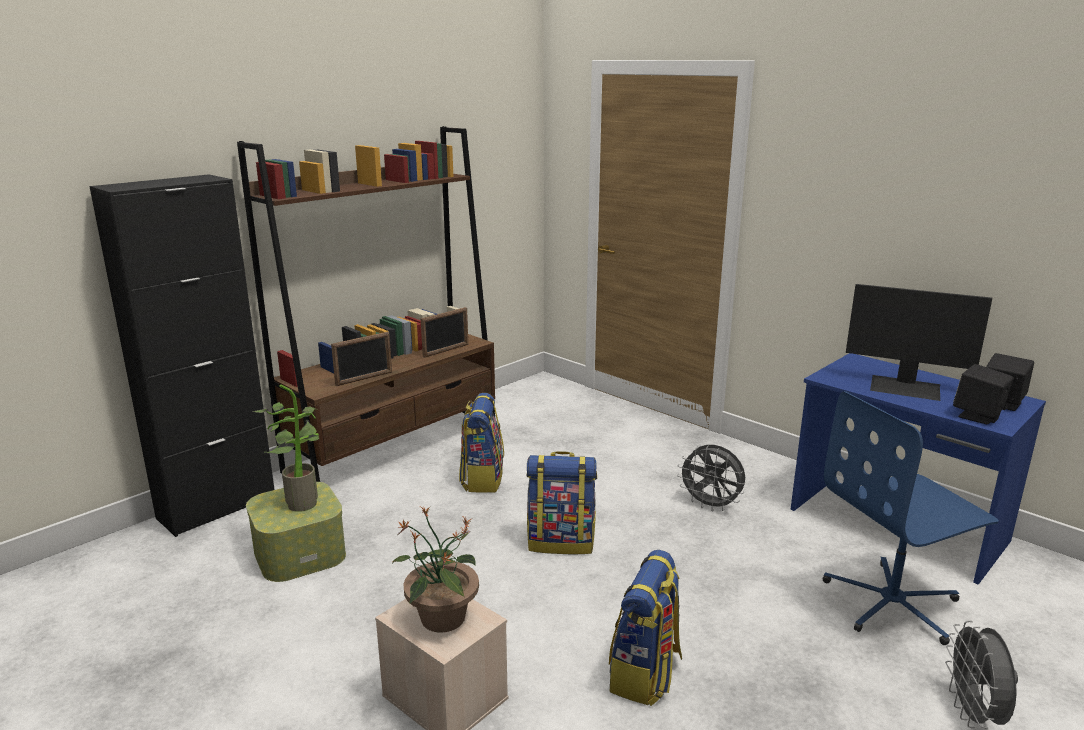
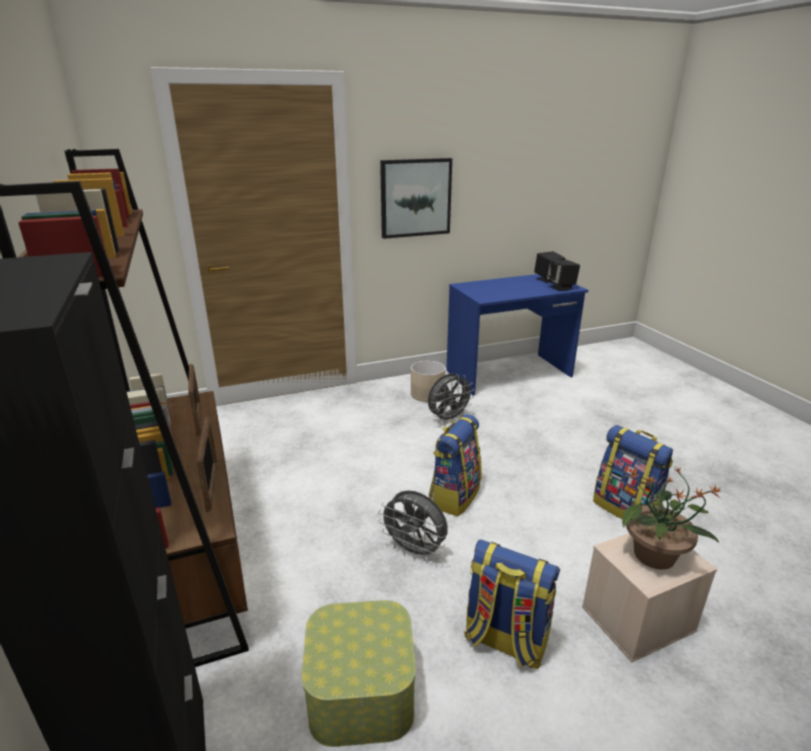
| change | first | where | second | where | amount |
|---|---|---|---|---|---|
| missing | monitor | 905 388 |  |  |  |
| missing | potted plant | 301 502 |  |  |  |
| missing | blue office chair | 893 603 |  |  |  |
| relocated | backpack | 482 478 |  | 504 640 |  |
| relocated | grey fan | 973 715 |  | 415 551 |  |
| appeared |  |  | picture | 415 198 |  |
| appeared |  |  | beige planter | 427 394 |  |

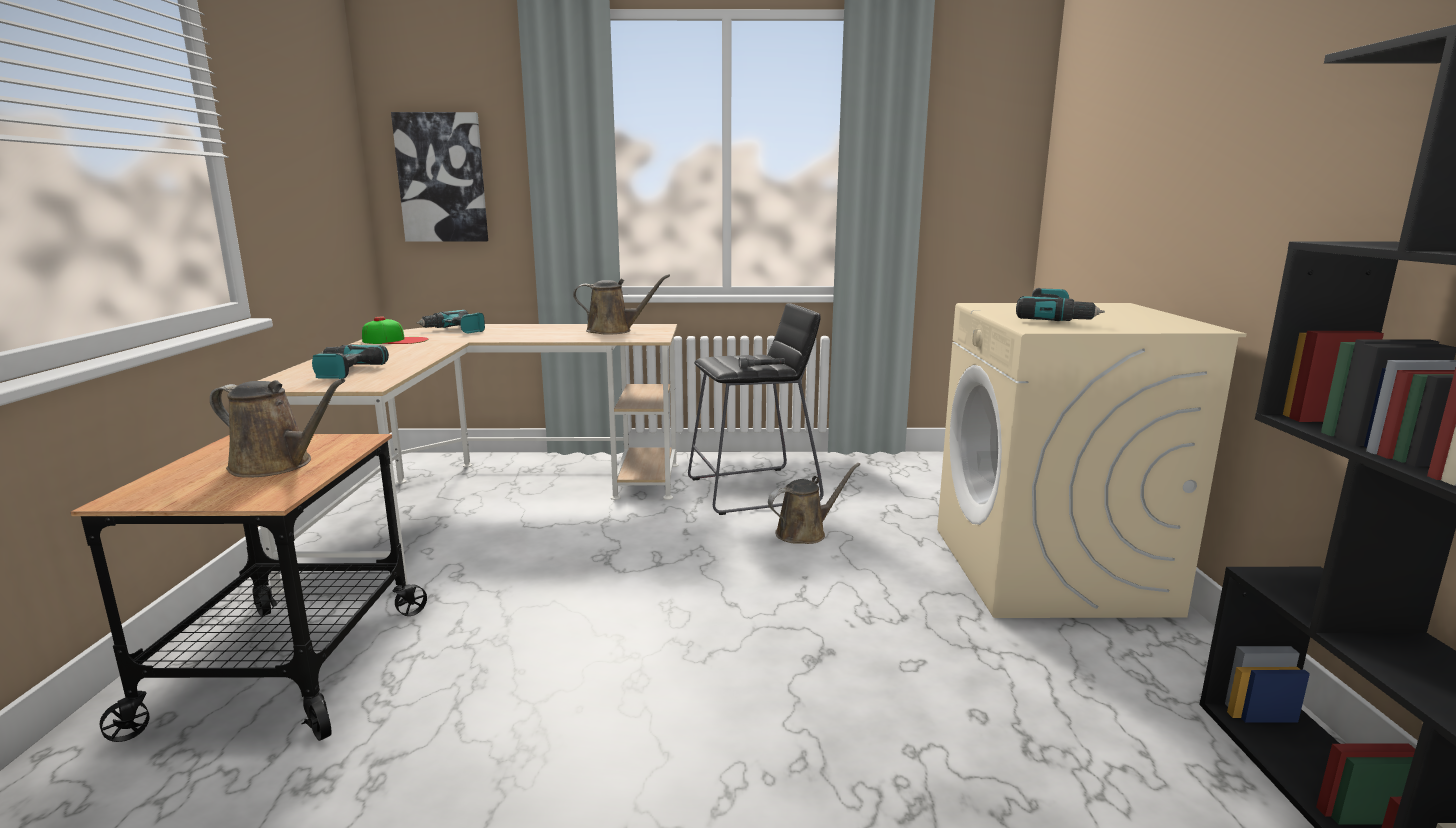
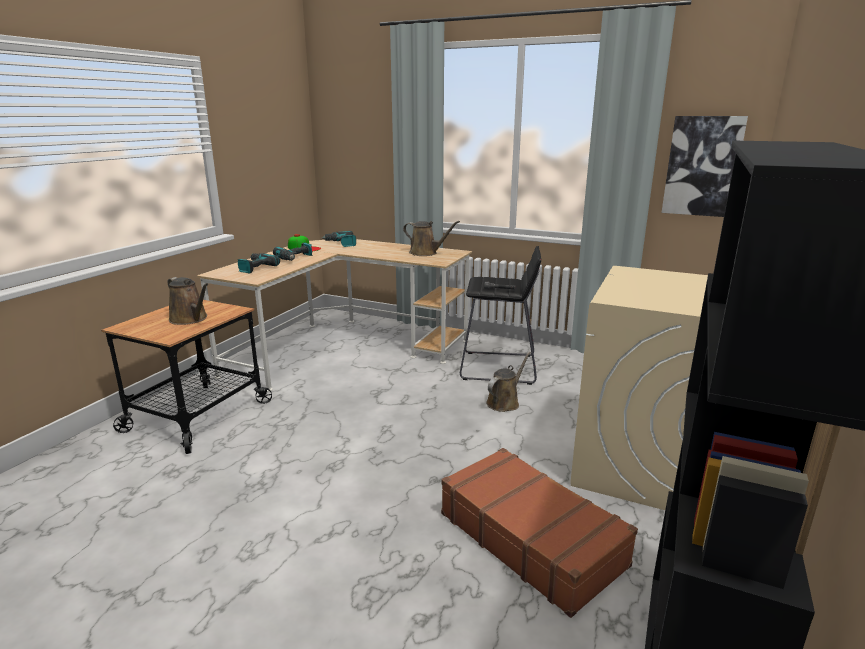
| change | first | where | second | where | amount |
|---|---|---|---|---|---|
| relocated | picture | 442 178 |  | 702 166 |  |
| relocated | power drill | 1056 319 |  | 296 258 |  |
| spun | brown watering can | 805 532 |  | 504 402 | 45 degrees counterclockwise |
| appeared |  |  | brown suitcase | 531 538 |  |

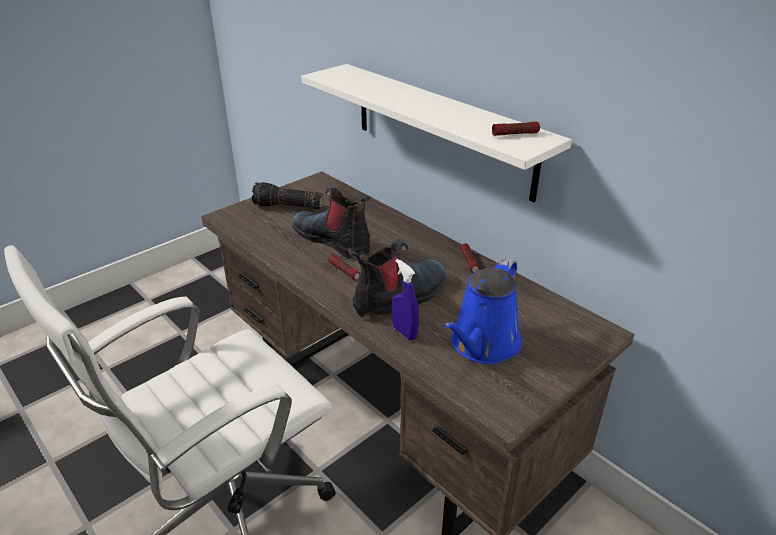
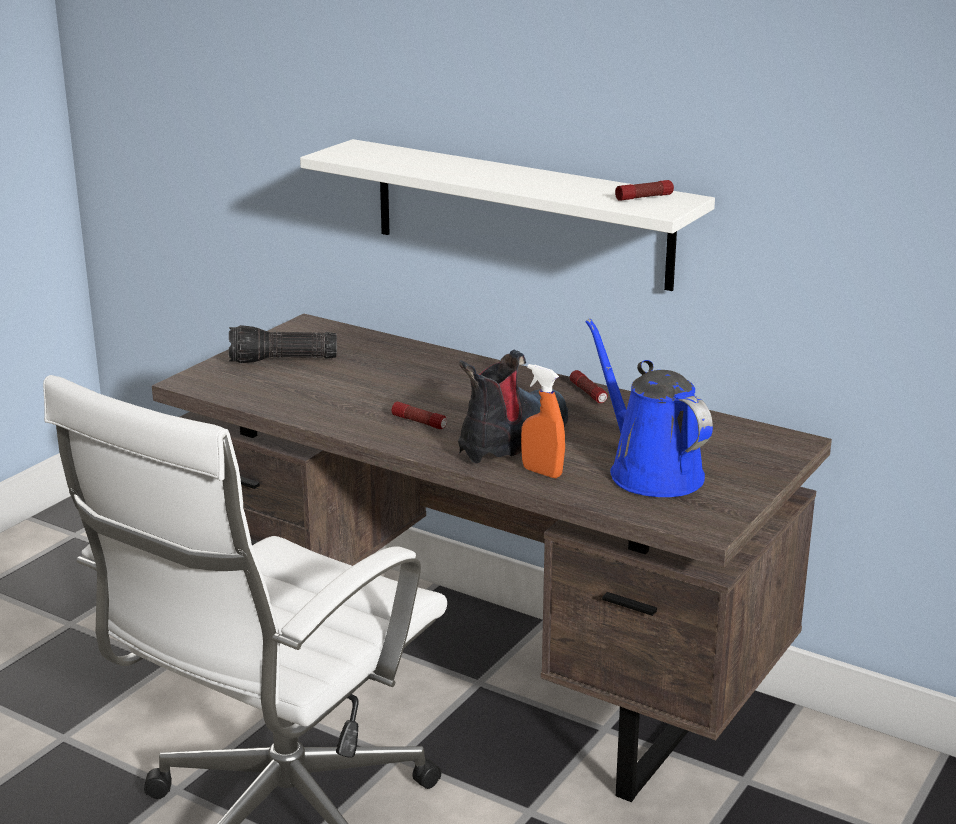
| change | first | where | second | where | amount |
|---|---|---|---|---|---|
| missing | boot | 333 240 |  |  |  |
| spun | blue watering can | 482 345 |  | 650 471 | 135 degrees clockwise |
| colour | blue spray bottle | 404 332 | orange spray bottle | 542 472 |  |

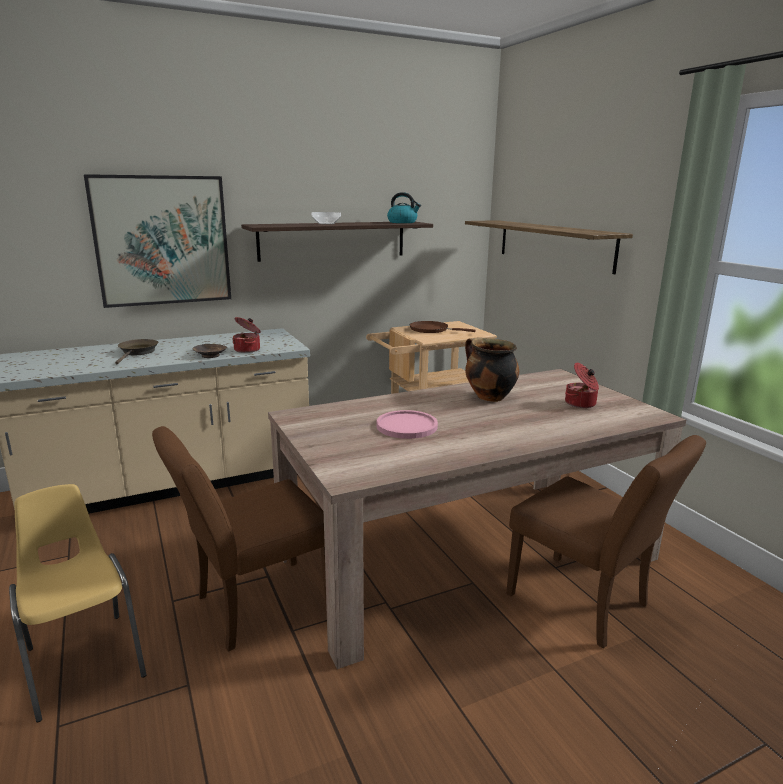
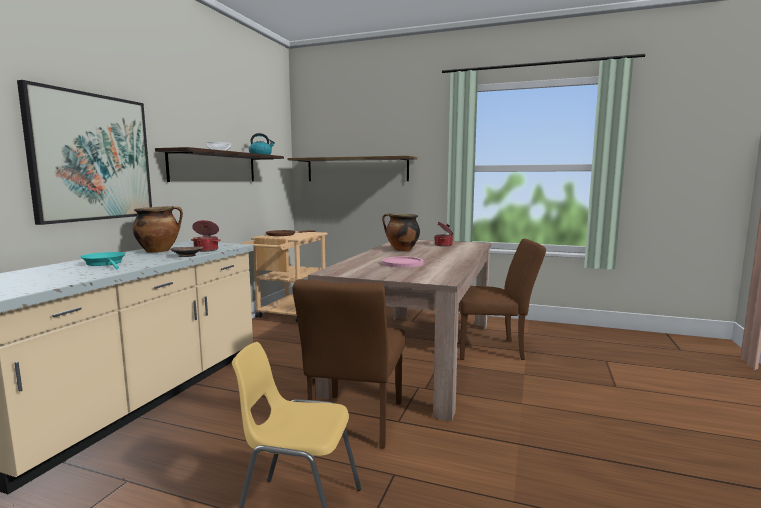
| change | first | where | second | where | amount |
|---|---|---|---|---|---|
| colour | brown frying pan | 138 352 | turquoise frying pan | 105 263 |  |
| appeared |  |  | cooking pot | 159 251 |  |

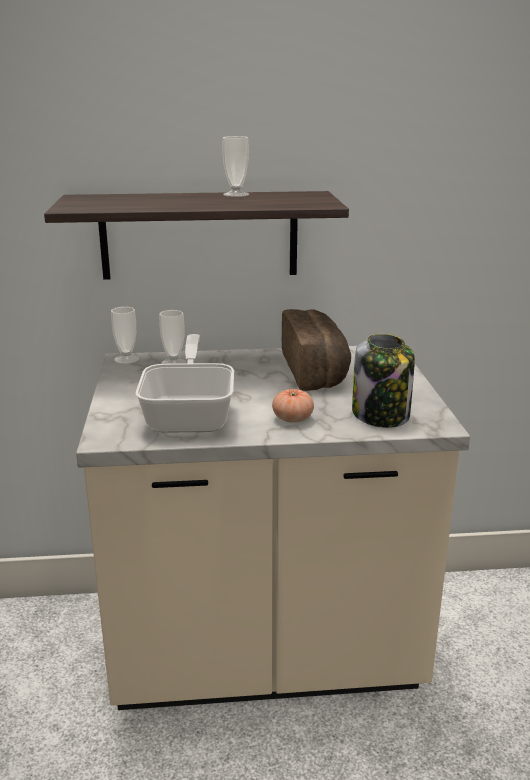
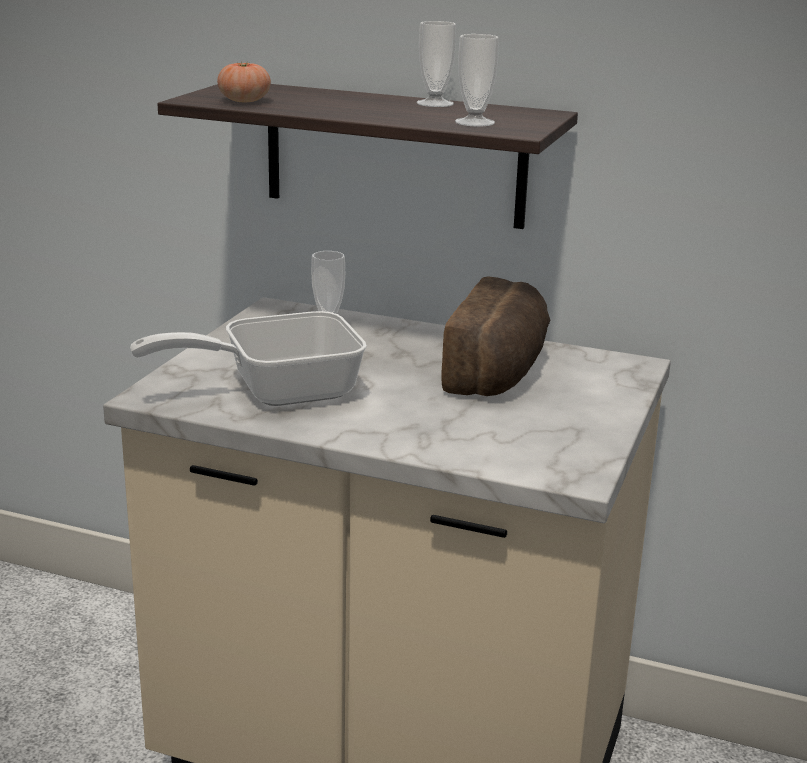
| change | first | where | second | where | amount |
|---|---|---|---|---|---|
| relocated | cup | 126 359 |  | 474 122 |  |
| spun | frying pan | 191 414 |  | 275 390 | 135 degrees counterclockwise |
| missing | jar | 381 415 |  |  |  |
| relocated | tomato | 292 419 |  | 244 101 |  |

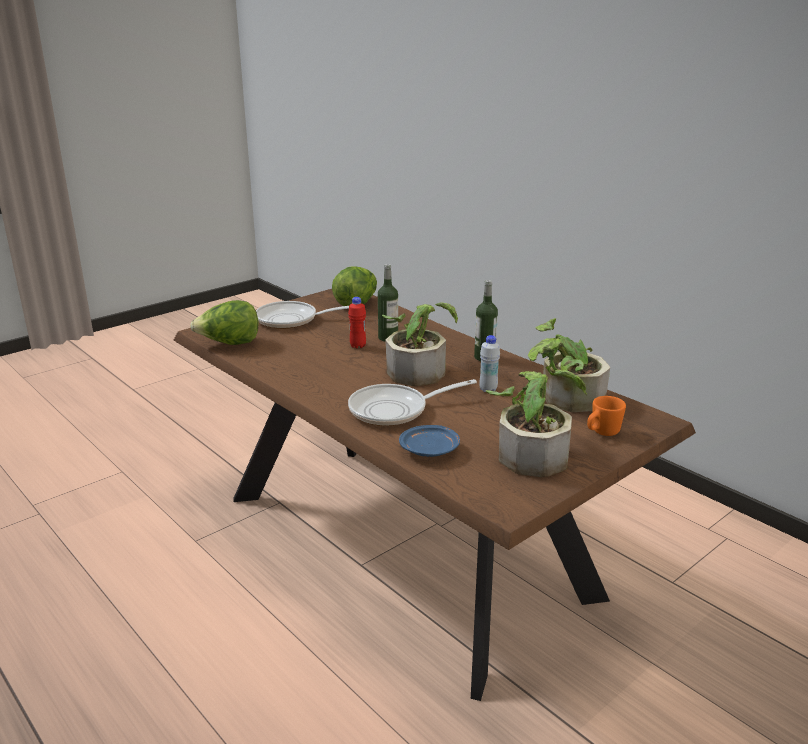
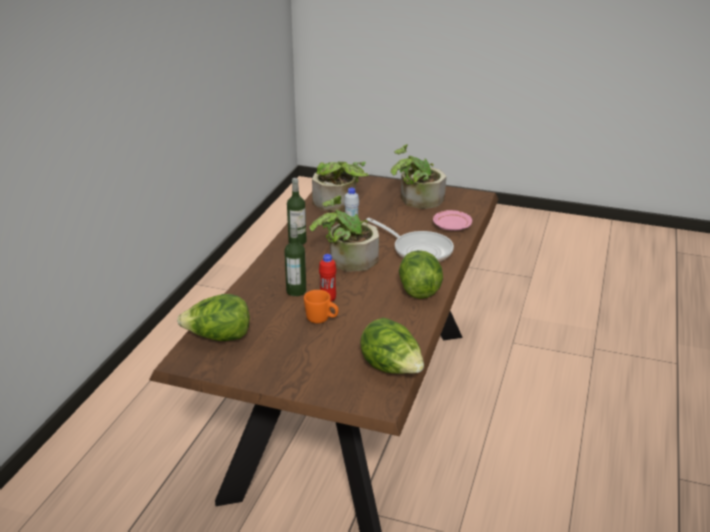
| change | first | where | second | where | amount |
|---|---|---|---|---|---|
| missing | frying pan | 292 320 |  |  |  |
| relocated | orange mug | 602 433 |  | 322 320 |  |
| colour | blue plate | 430 450 | pink plate | 451 226 |  |
| appeared |  |  | lettuce | 419 289 |  |

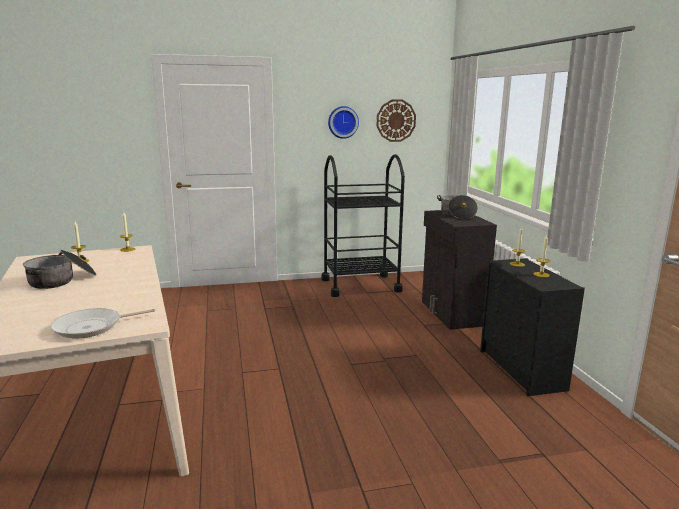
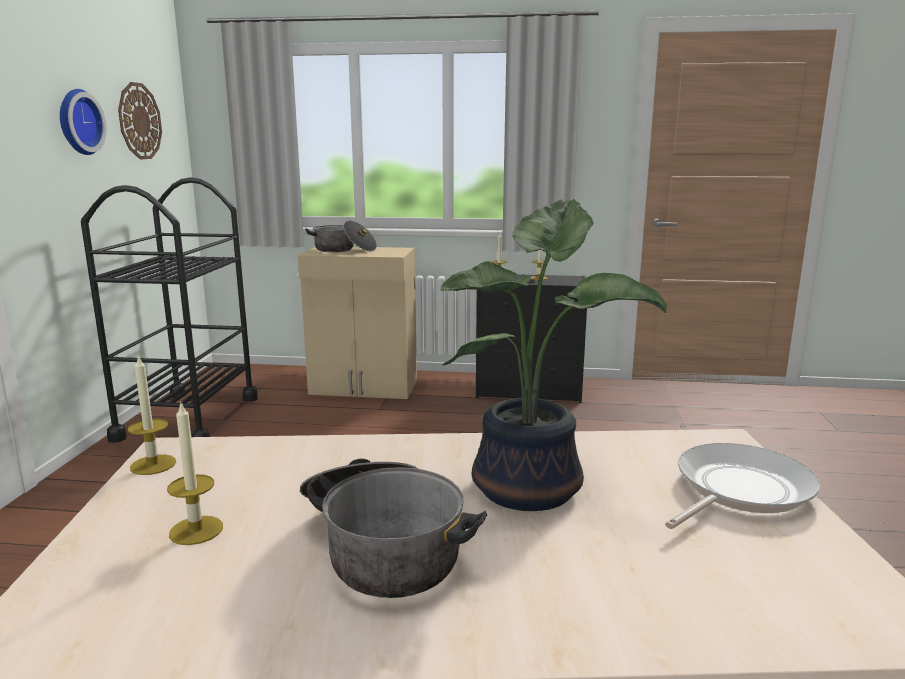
| change | first | where | second | where | amount |
|---|---|---|---|---|---|
| colour | black cabinet | 451 313 | beige cabinet | 364 388 |  |
| spun | frying pan | 92 327 |  | 738 490 | 120 degrees counterclockwise |
| appeared |  |  | potted plant | 533 486 |  |

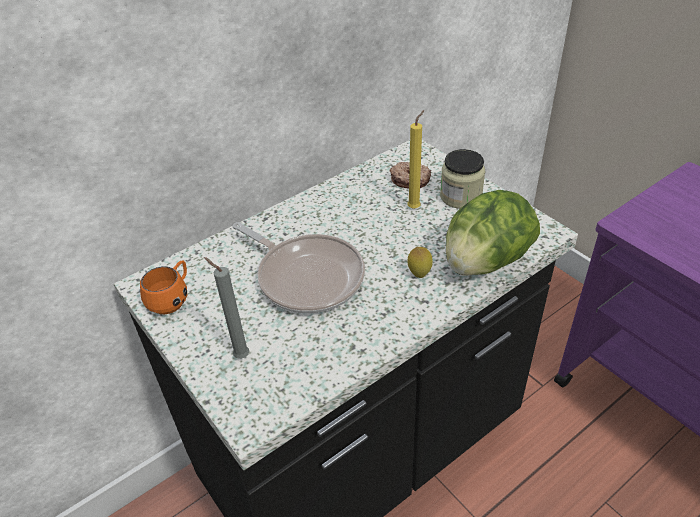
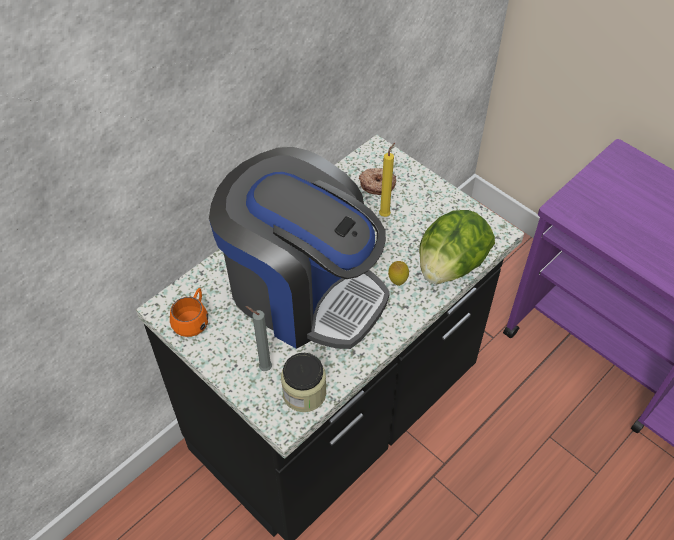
| change | first | where | second | where | amount |
|---|---|---|---|---|---|
| relocated | jar | 460 196 |  | 304 393 |  |
| exchanged | frying pan | 306 276 | coffee machine | 303 290 |  |

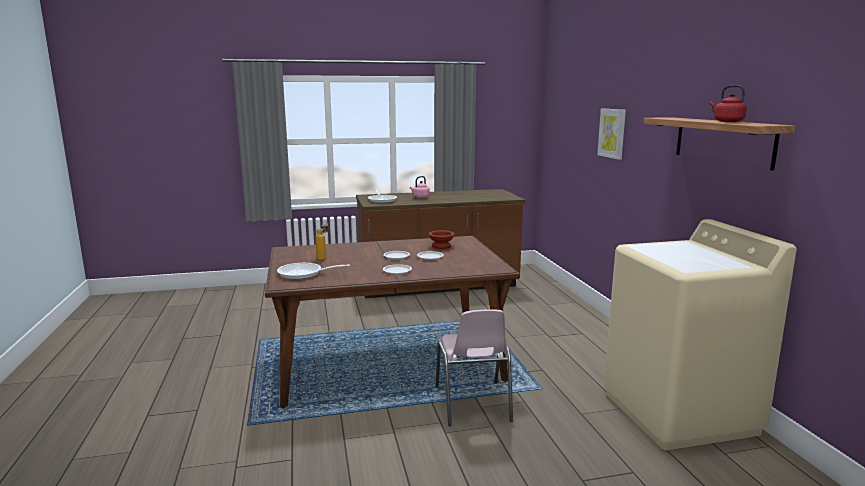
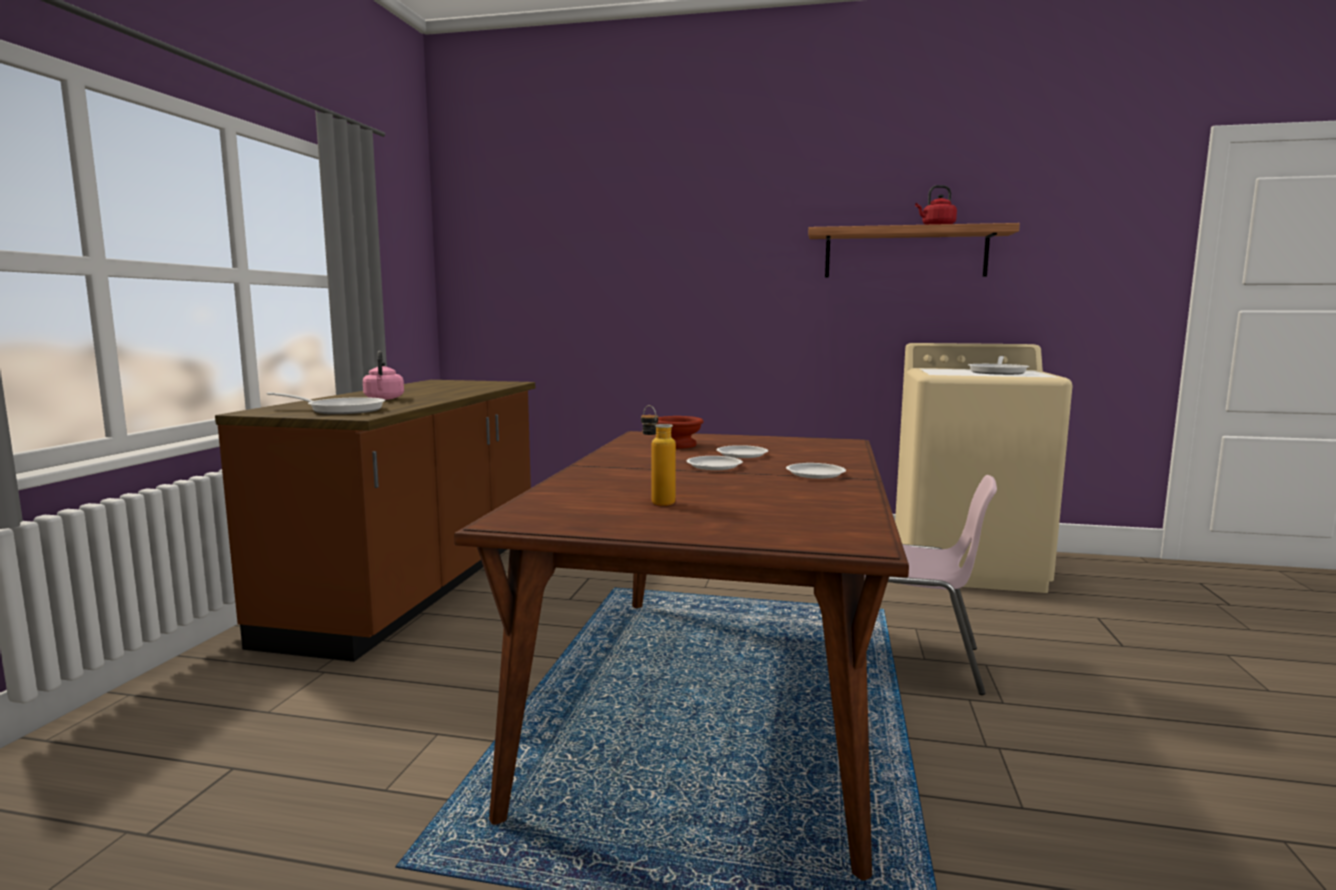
| change | first | where | second | where | amount |
|---|---|---|---|---|---|
| missing | picture | 612 133 |  |  |  |
| relocated | frying pan | 304 274 |  | 998 372 |  |

